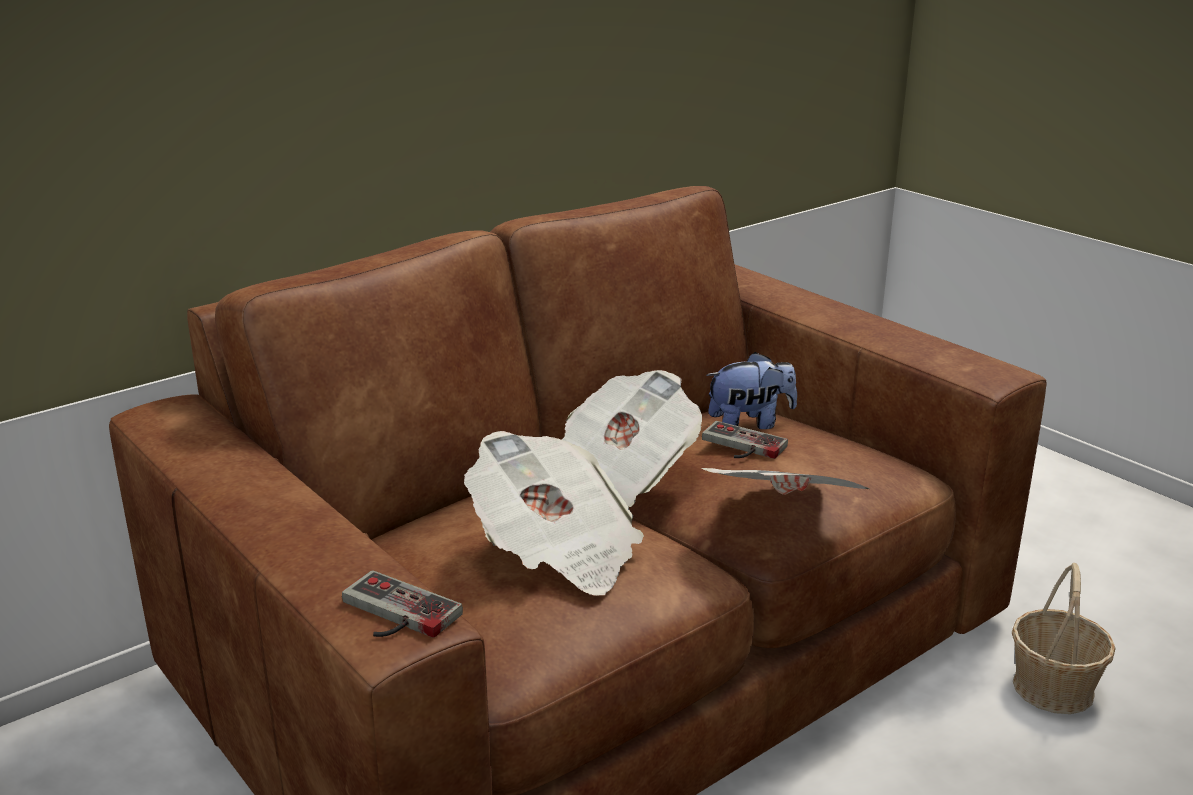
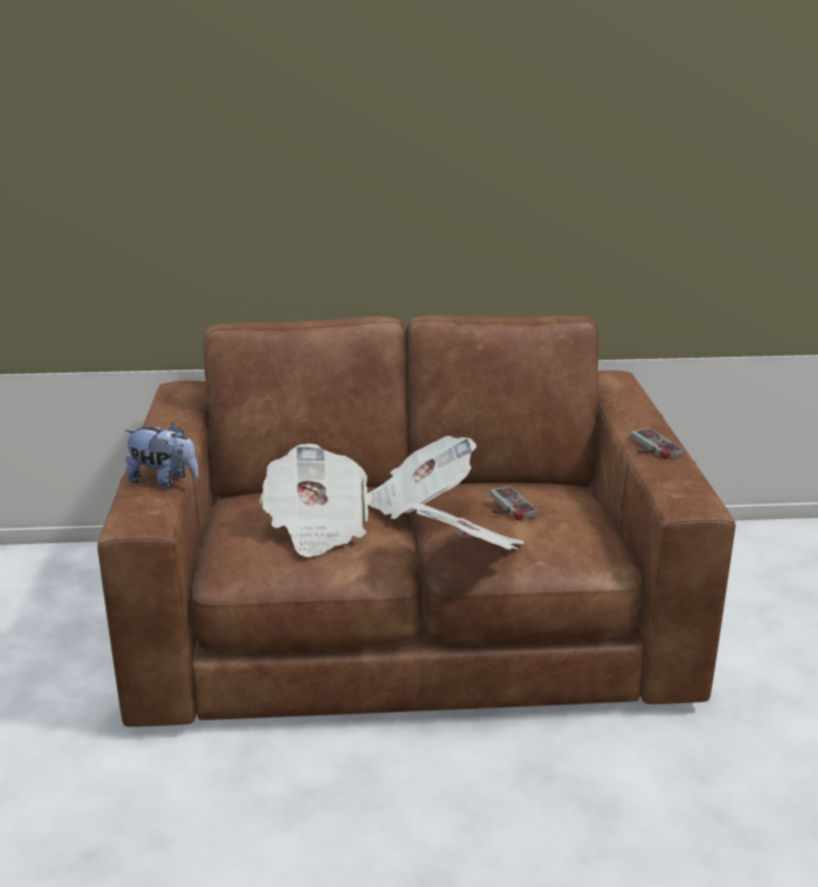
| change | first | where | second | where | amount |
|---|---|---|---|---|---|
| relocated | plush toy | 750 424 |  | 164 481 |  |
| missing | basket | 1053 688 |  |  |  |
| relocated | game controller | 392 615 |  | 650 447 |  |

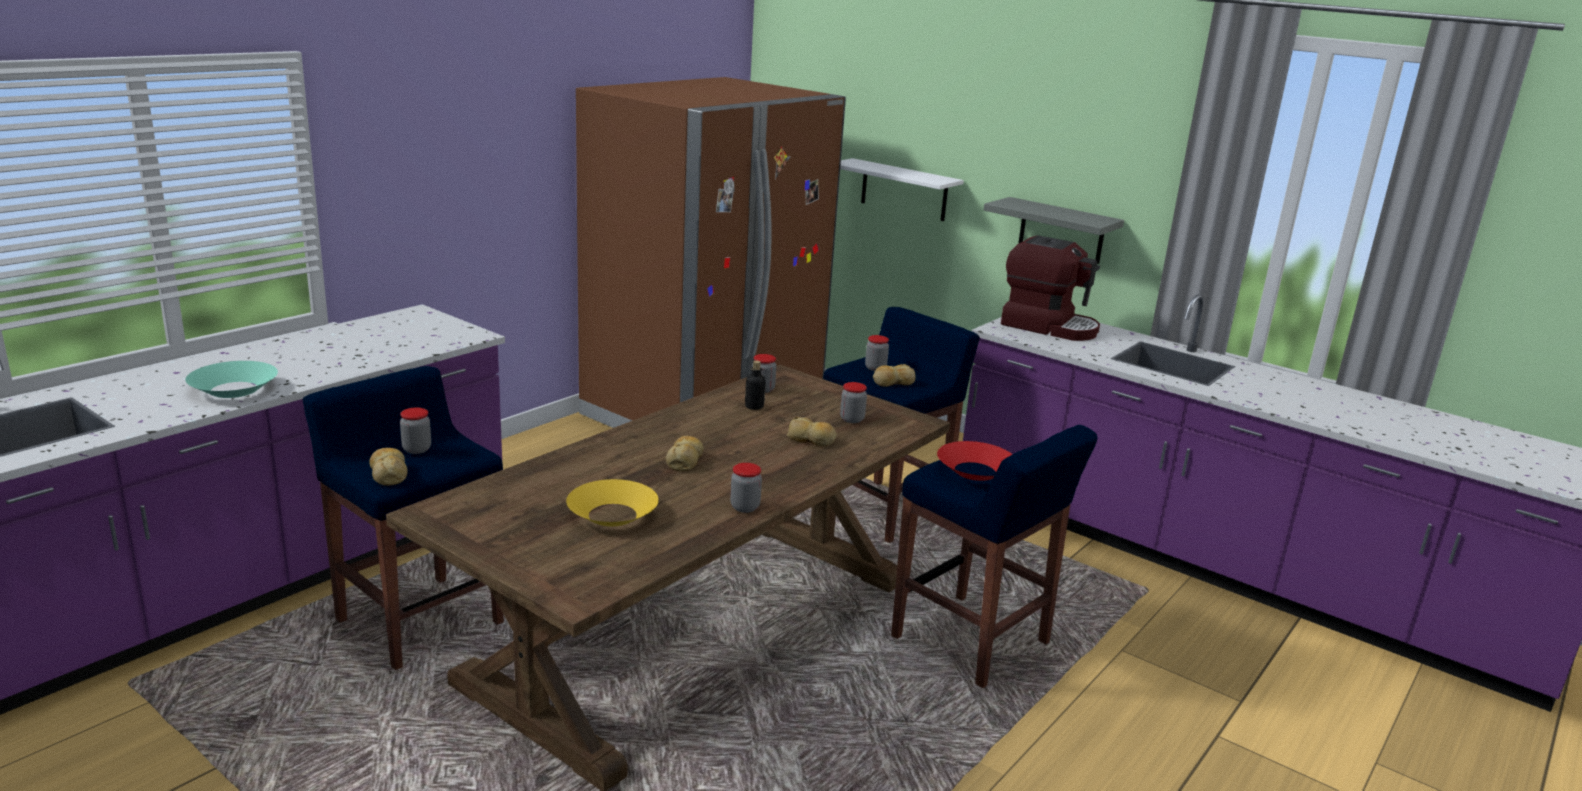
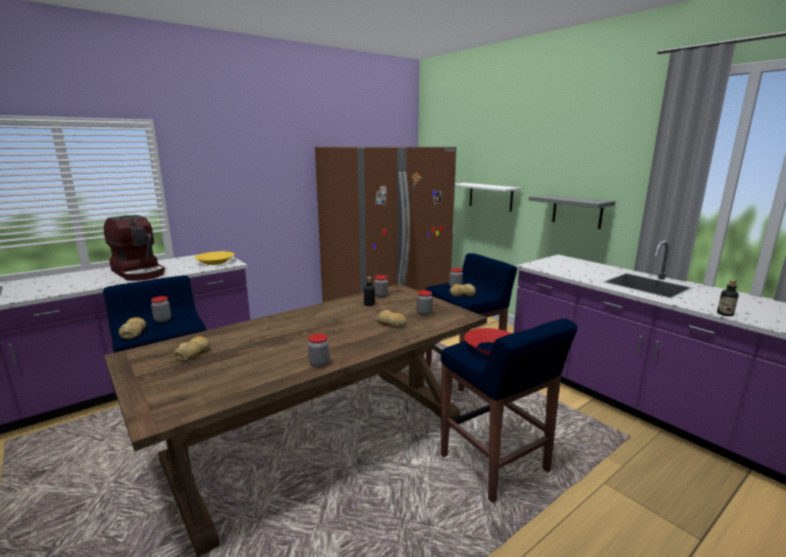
| change | first | where | second | where | amount |
|---|---|---|---|---|---|
| relocated | coffee machine | 1048 326 |  | 139 272 |  |
| missing | turquoise bowl | 234 389 |  |  |  |
| relocated | bread | 685 460 |  | 194 353 |  |
| relocated | yellow bowl | 612 515 |  | 215 262 |  |
| appeared |  |  | bottle | 725 314 |  |

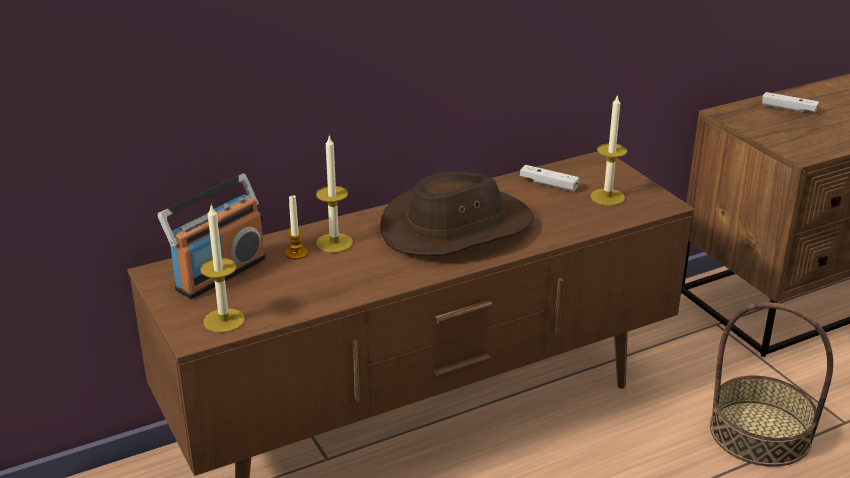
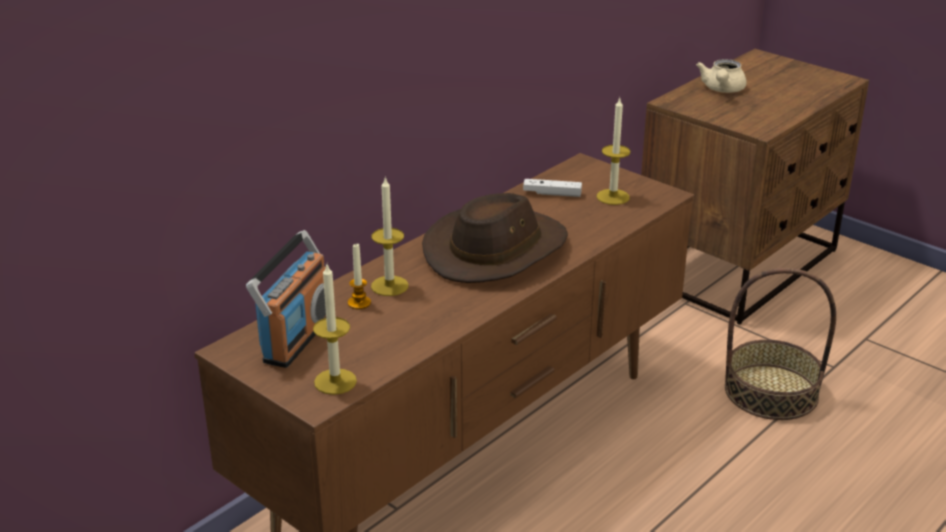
| change | first | where | second | where | amount |
|---|---|---|---|---|---|
| exchanged | white game controller | 788 109 | beige teapot | 722 90 |  |

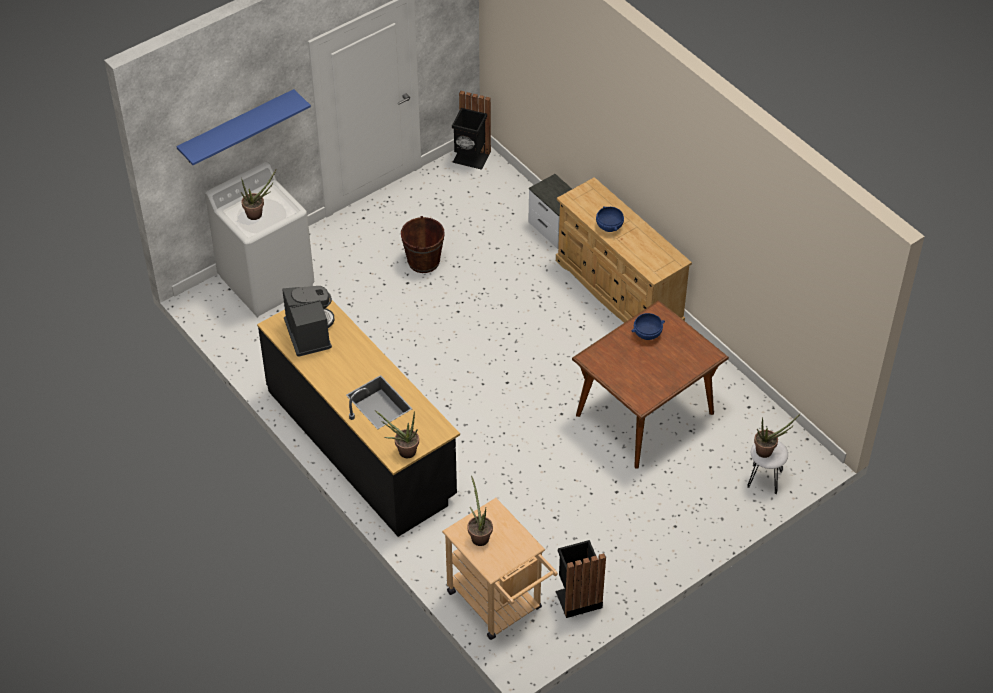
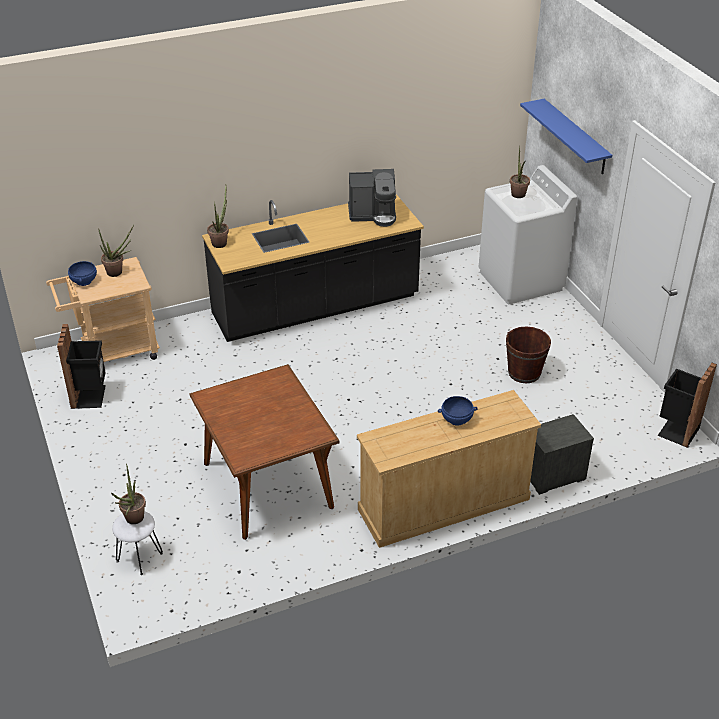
| change | first | where | second | where | amount |
|---|---|---|---|---|---|
| relocated | blue bowl | 647 333 |  | 84 281 |  |

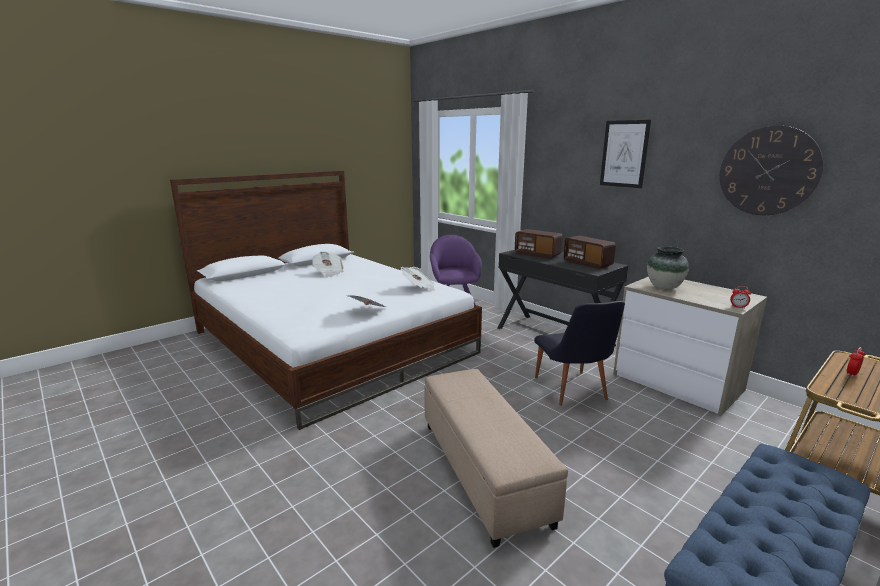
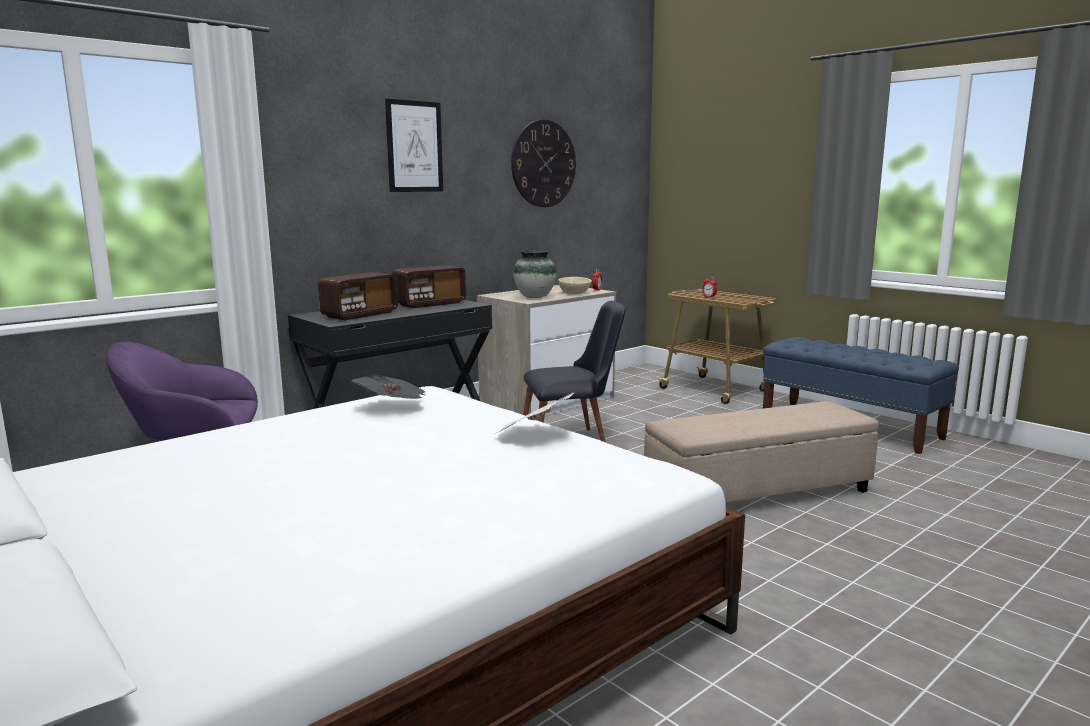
| change | first | where | second | where | amount |
|---|---|---|---|---|---|
| missing | newspaper | 328 272 |  |  |  |
| appeared |  |  | beige bowl | 574 293 |  |

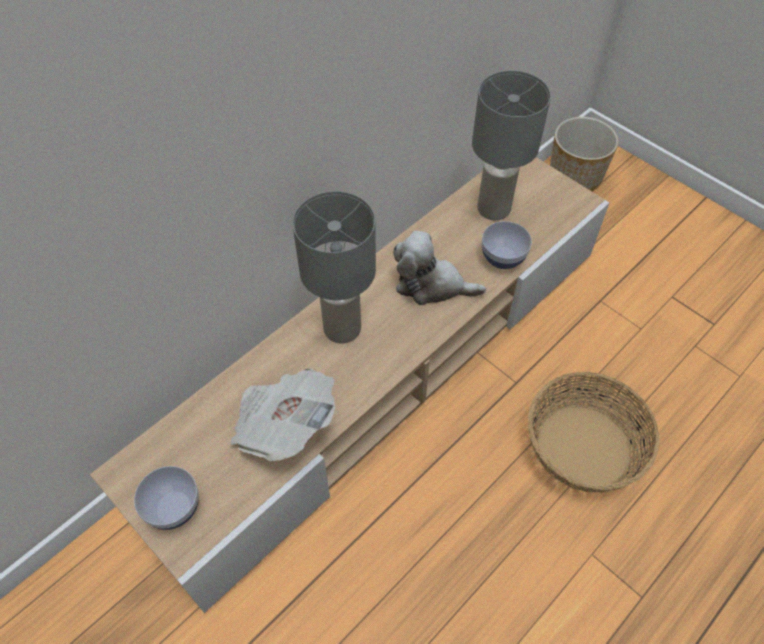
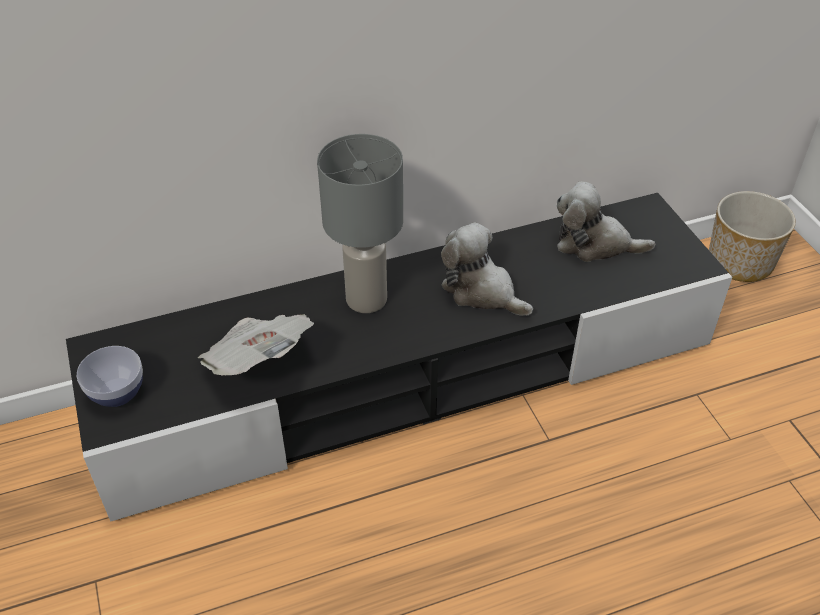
| change | first | where | second | where | amount |
|---|---|---|---|---|---|
| exchanged | grey table lamp | 494 209 | plush toy | 594 244 |  |
| colour | beige tv stand | 382 371 | black tv stand | 411 377 |  |
| missing | bowl | 503 258 |  |  |  |
| missing | basket | 583 446 |  |  |  |

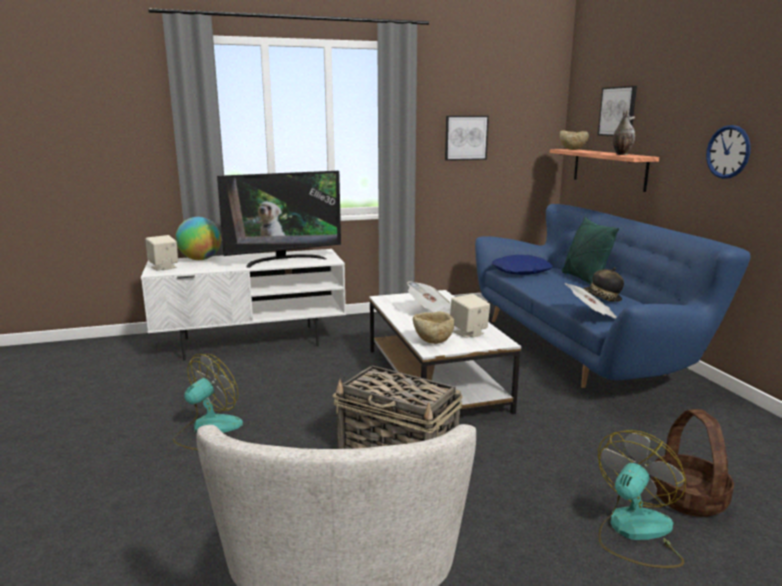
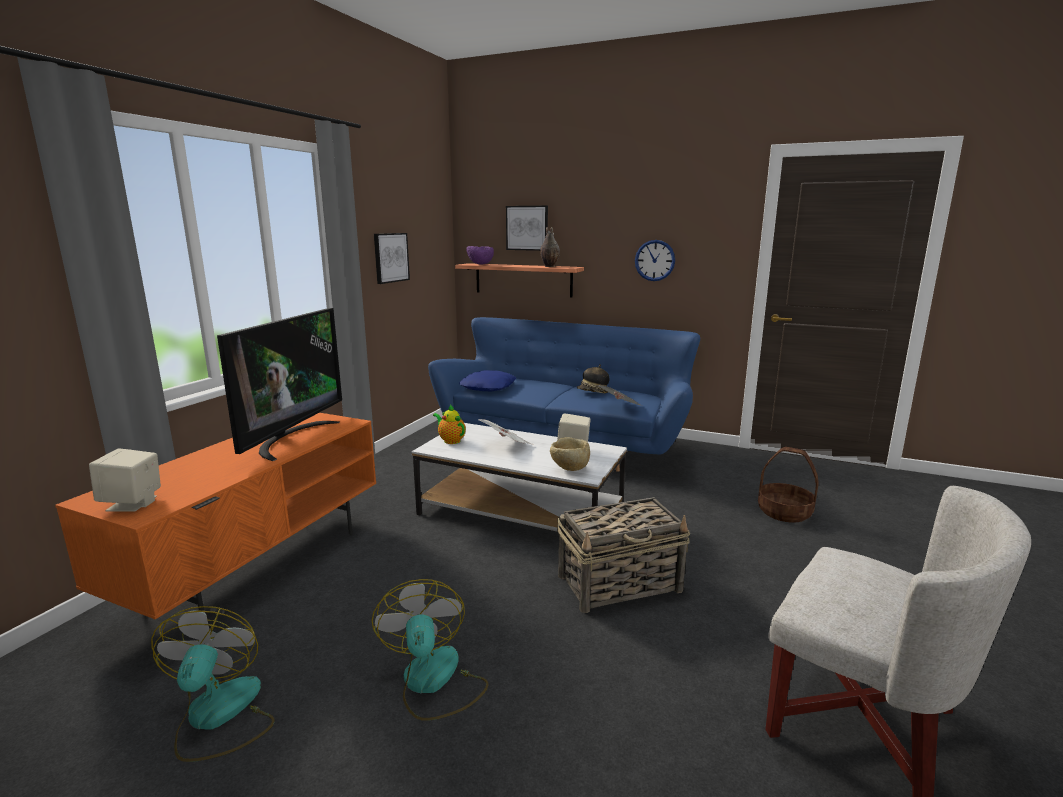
| change | first | where | second | where | amount |
|---|---|---|---|---|---|
| colour | beige bowl | 572 149 | purple bowl | 480 264 |  |
| missing | globe | 200 259 |  |  |  |
| missing | green pillow | 584 279 |  |  |  |
| colour | white tv stand | 252 342 | orange tv stand | 258 566 |  |
| relocated | fan | 634 532 |  | 218 717 |  |
| appeared |  |  | teapot | 451 440 |  |

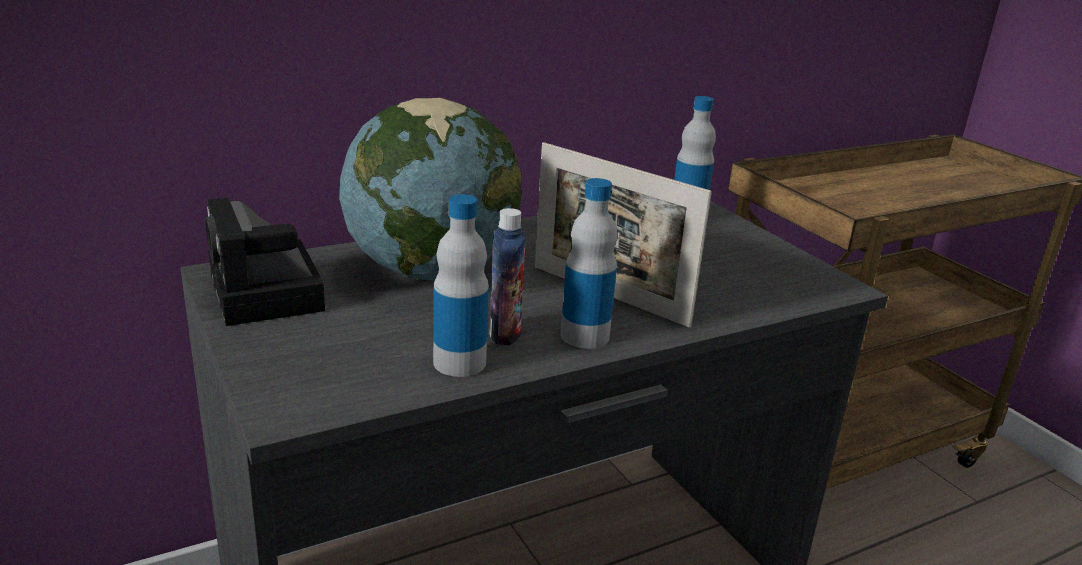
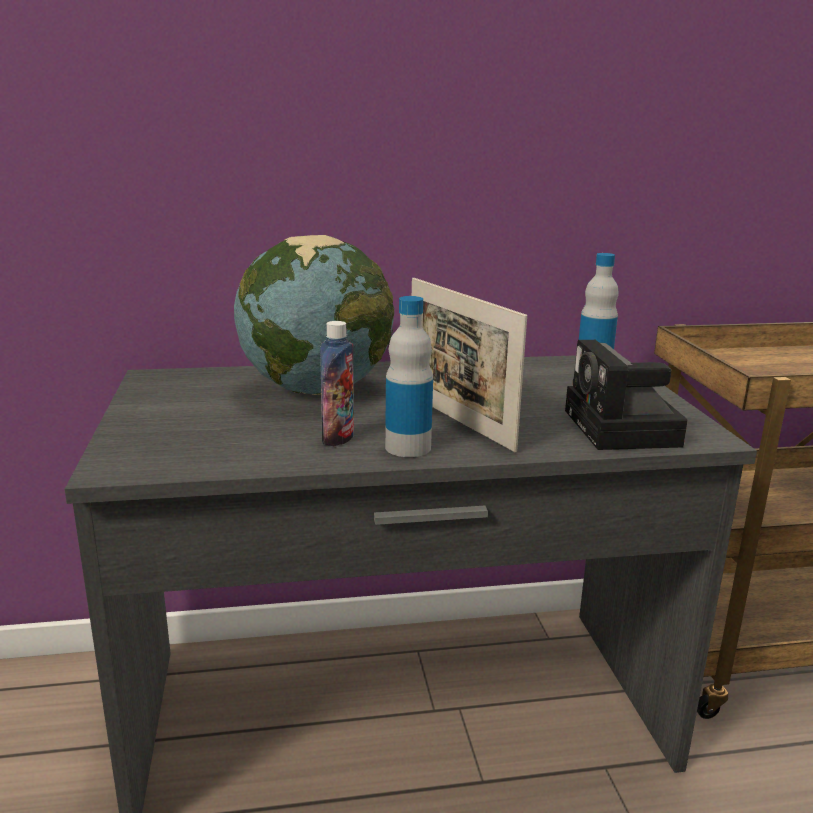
| change | first | where | second | where | amount |
|---|---|---|---|---|---|
| missing | bottle | 459 362 |  |  |  |
| relocated | photo camera | 269 295 |  | 624 430 |  |

